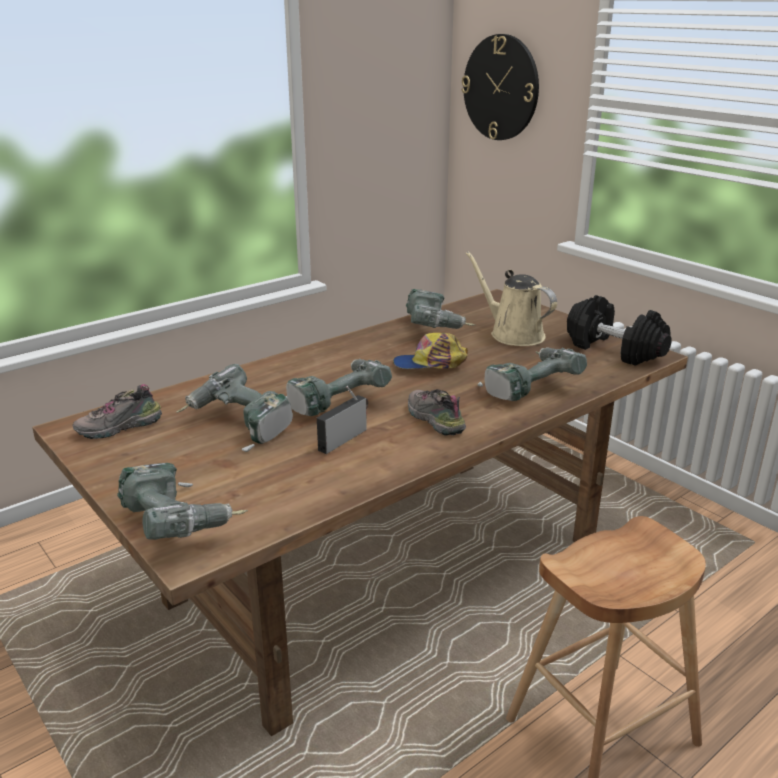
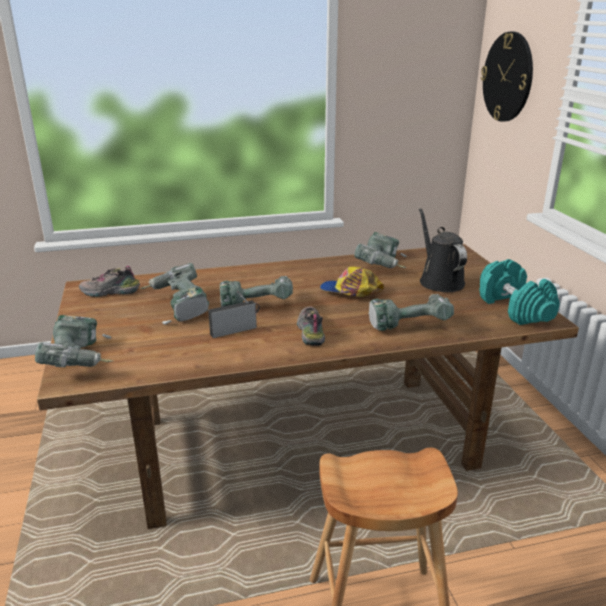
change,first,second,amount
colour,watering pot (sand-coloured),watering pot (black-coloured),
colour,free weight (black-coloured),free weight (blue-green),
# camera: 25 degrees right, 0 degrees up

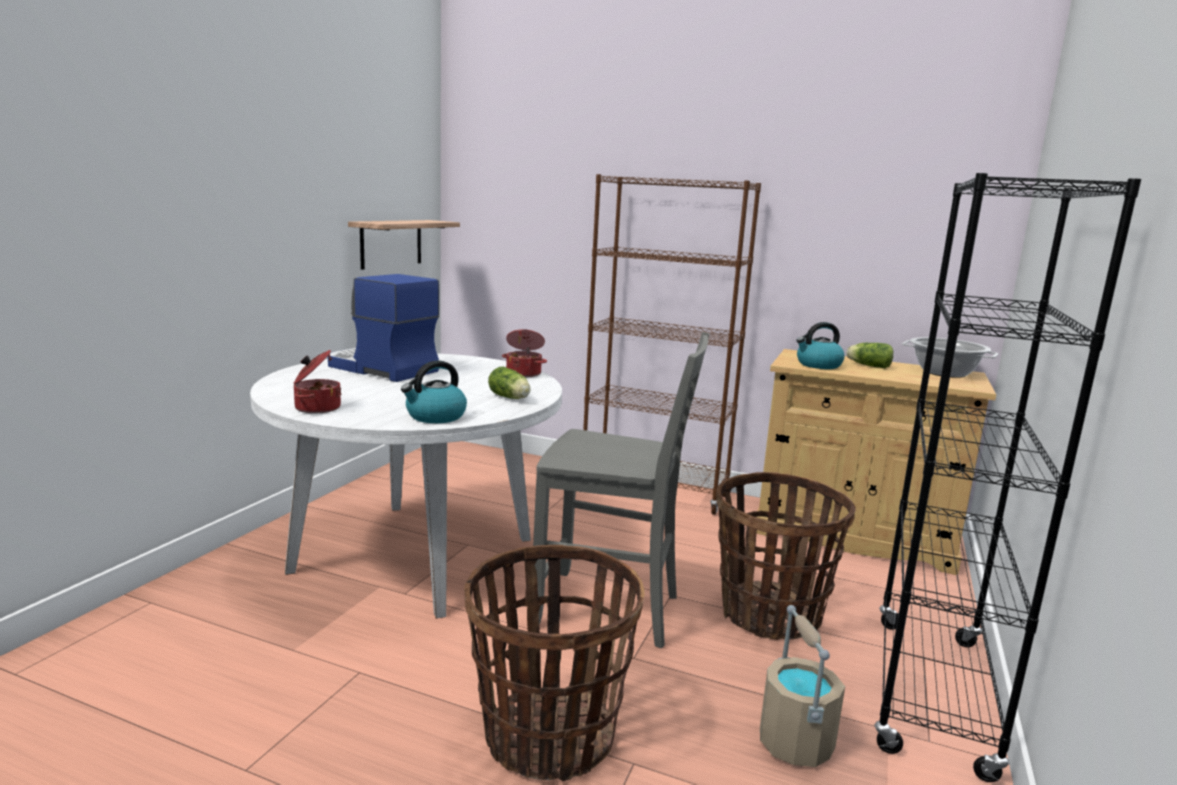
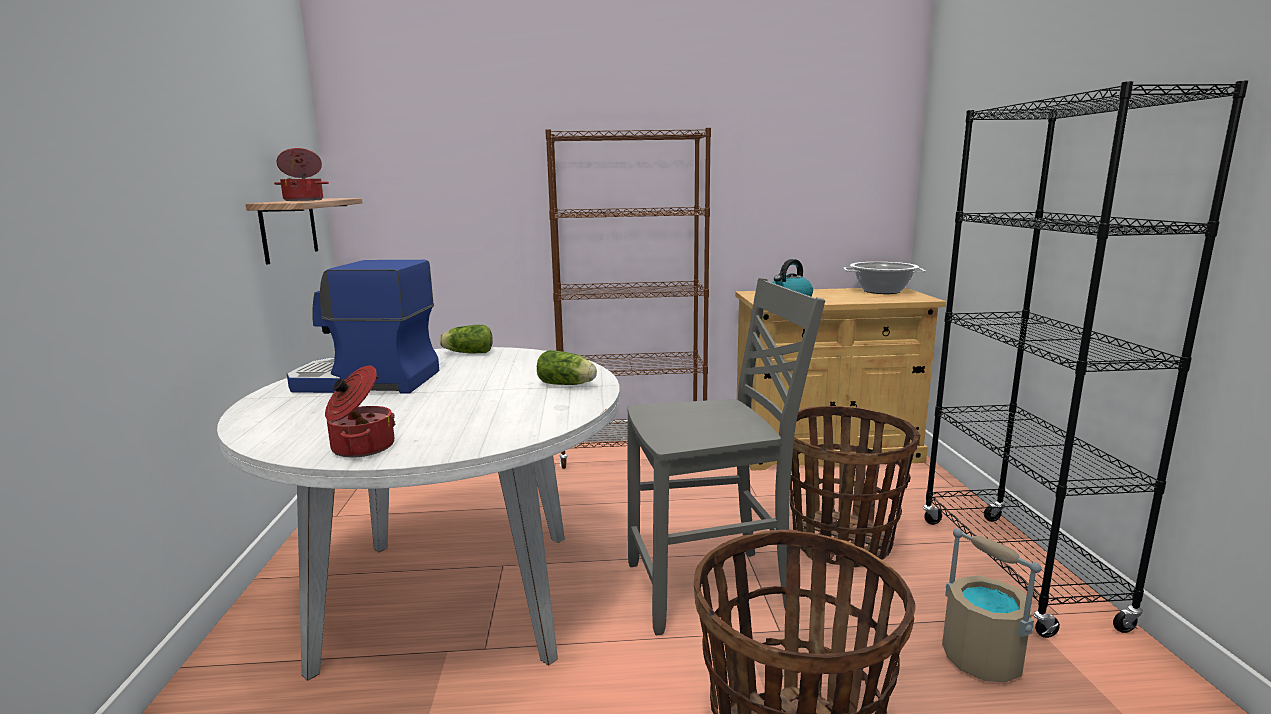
change,first,second,amount
missing,kettle (no. 1 from left),,
relocated,saucepot (no. 2 from left in the first image),saucepot (no. 1 from left),
relocated,lettuce (no. 2 from left in the first image),lettuce (no. 1 from left),
# camera: 25 degrees left, 0 degrees up

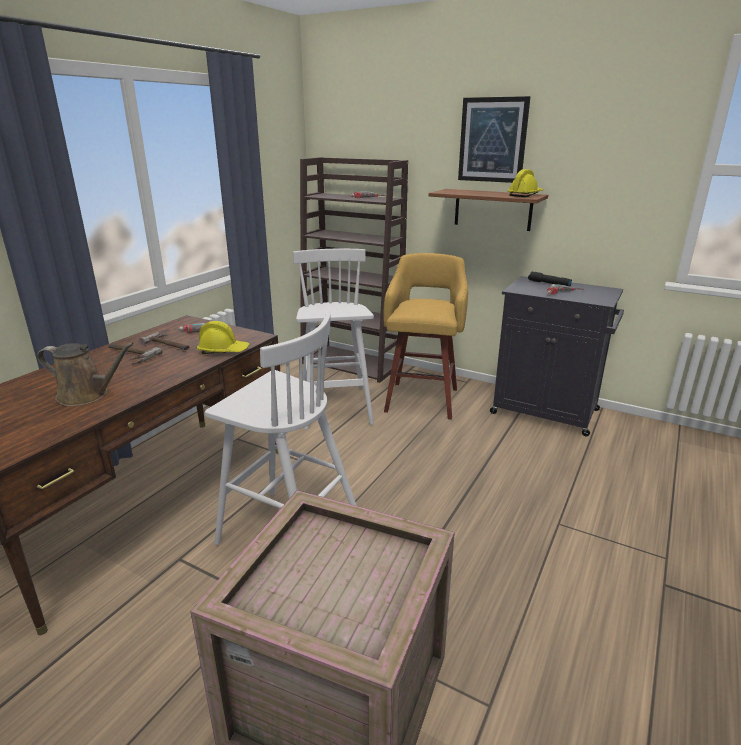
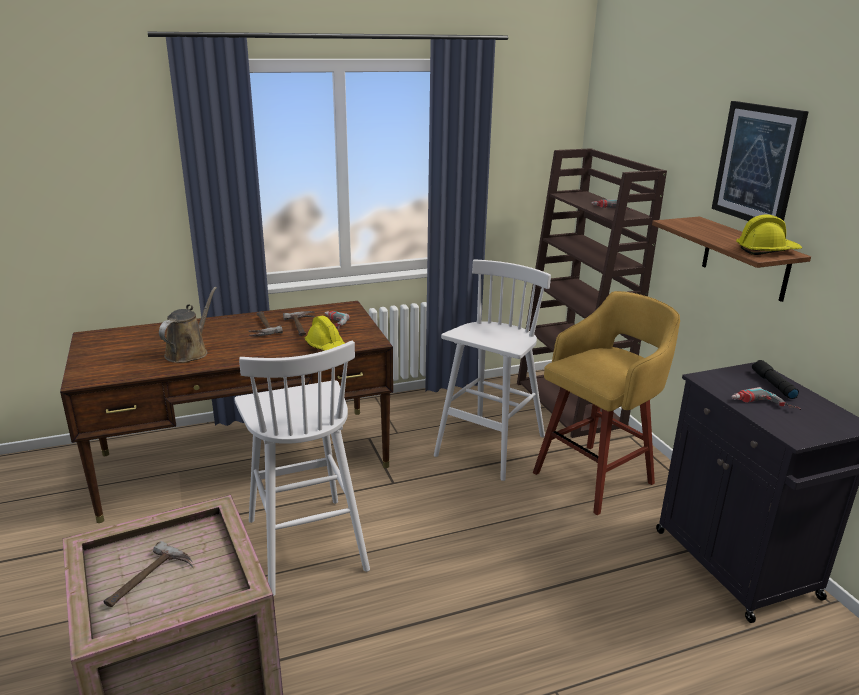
change,first,second,amount
spun,watering pot (brownish),,120 degrees counterclockwise
appeared,,hammer (no. 1 from left),
# camera: 40 degrees right, 0 degrees up

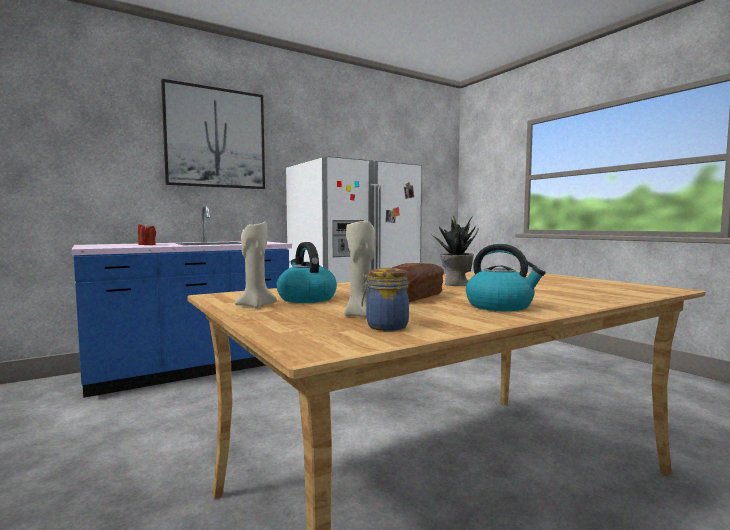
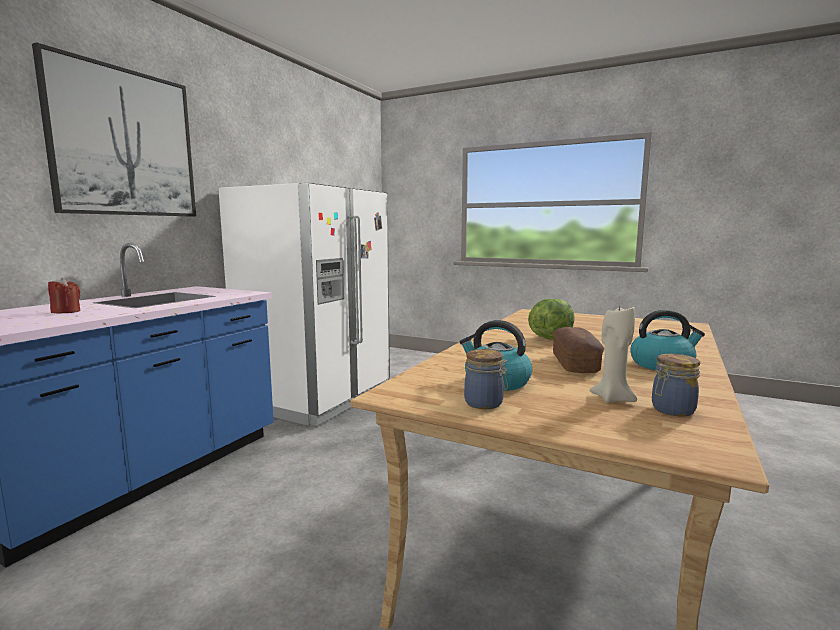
change,first,second,amount
exchanged,wax light (sand-coloured) (no. 1 from left),preserve jar (no. 1 from left),
exchanged,houseplant,lettuce,
# camera: 30 degrees left, 5 degrees up

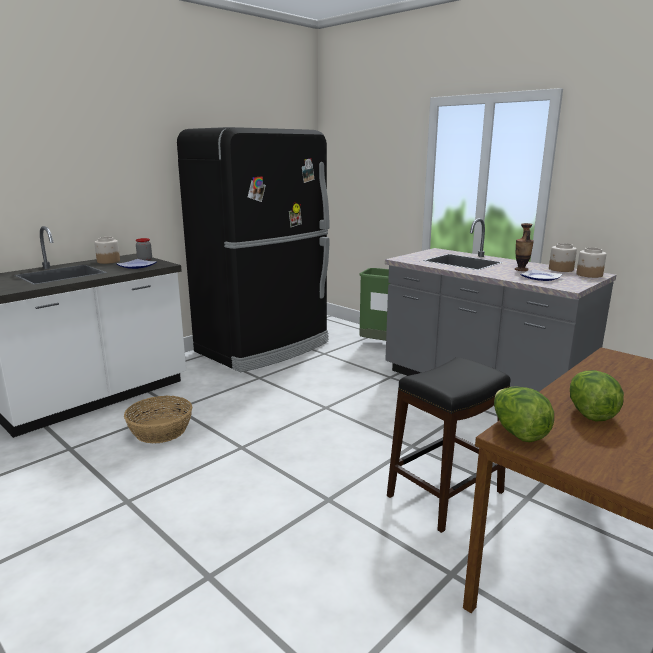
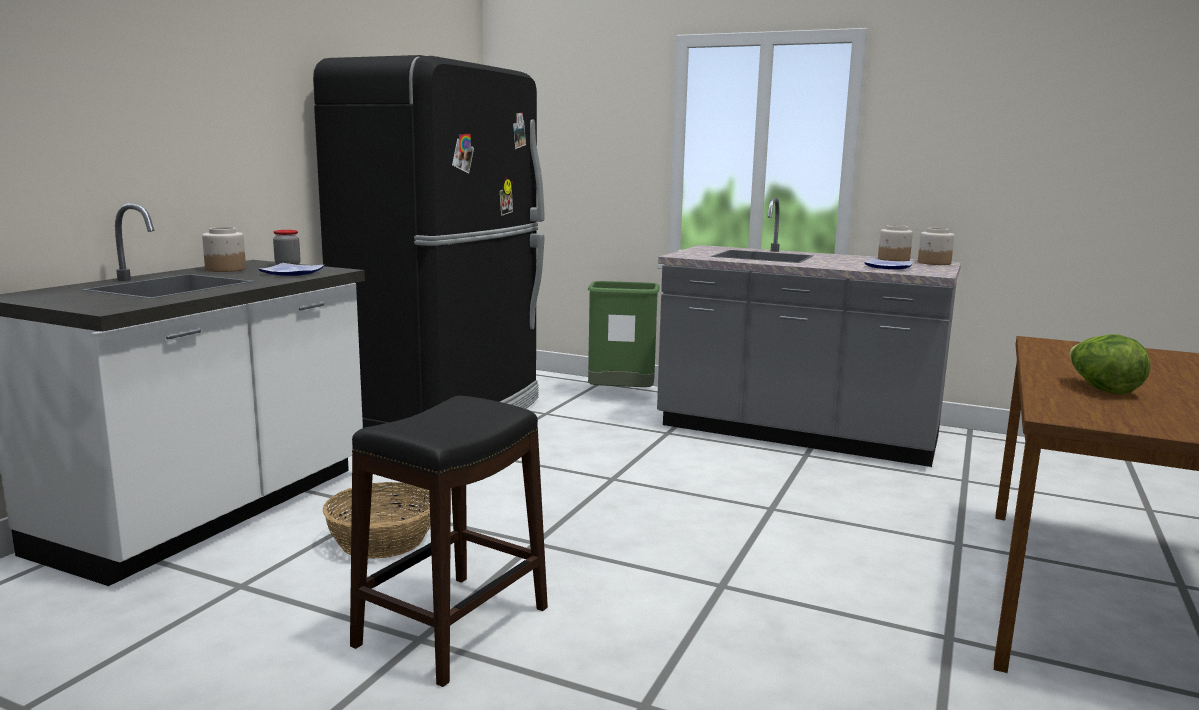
change,first,second,amount
relocated,stool (black-coloured),,
missing,lettuce (no. 1 from left),,
missing,vase,,
# camera: 20 degrees left, 5 degrees down

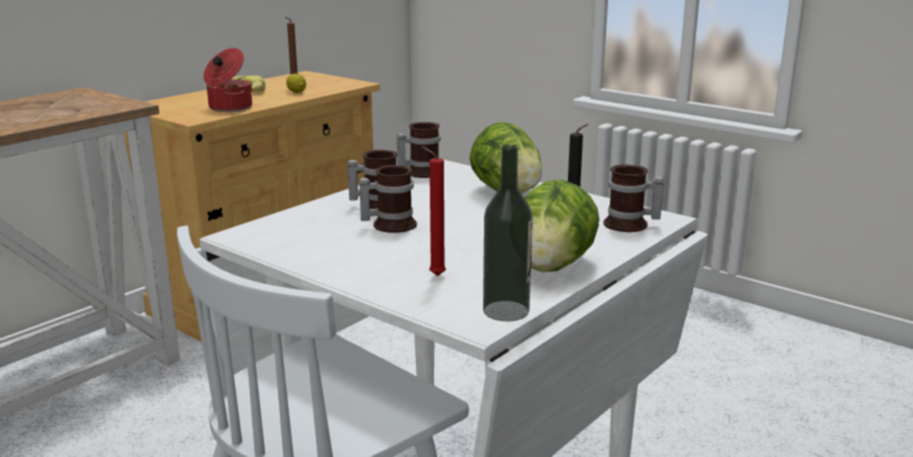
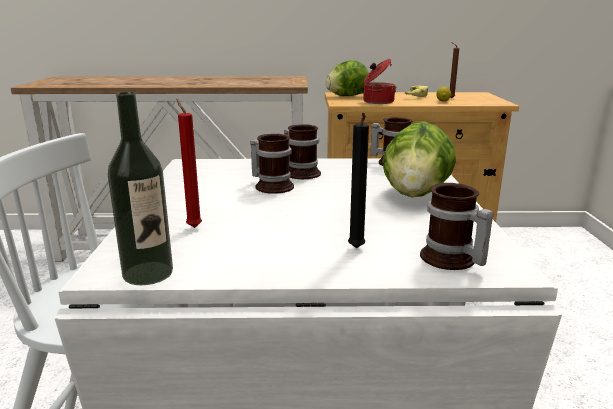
change,first,second,amount
relocated,lettuce (no. 2 from left in the first image),lettuce (no. 1 from left),
# camera: 50 degrees right, 0 degrees up

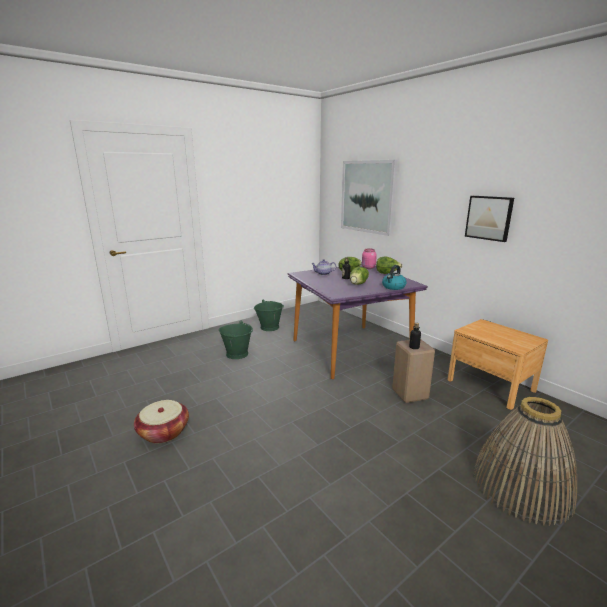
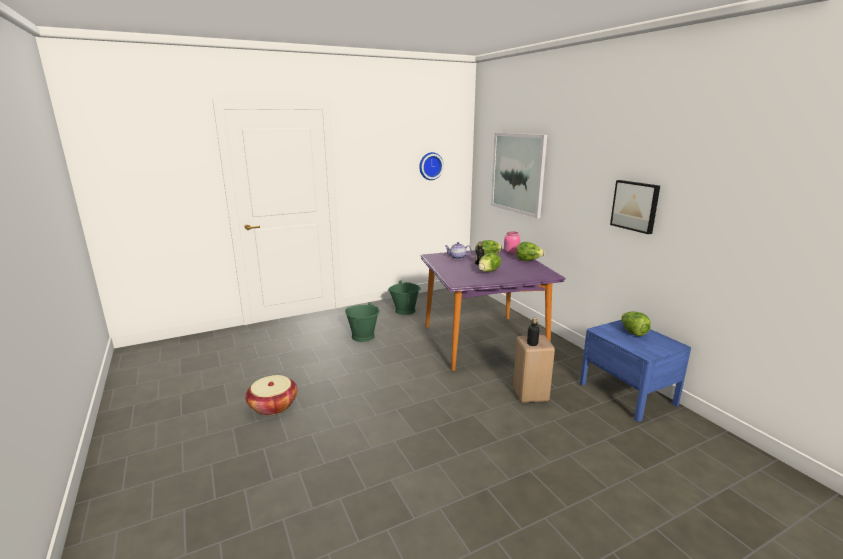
change,first,second,amount
missing,kettle,,
colour,bedside table (brownish),bedside table (bluish),
missing,storage basket (no. 2 from left),,
appeared,,hanging clock,
appeared,,lettuce (no. 4 from left),
# camera: 10 degrees right, 0 degrees up

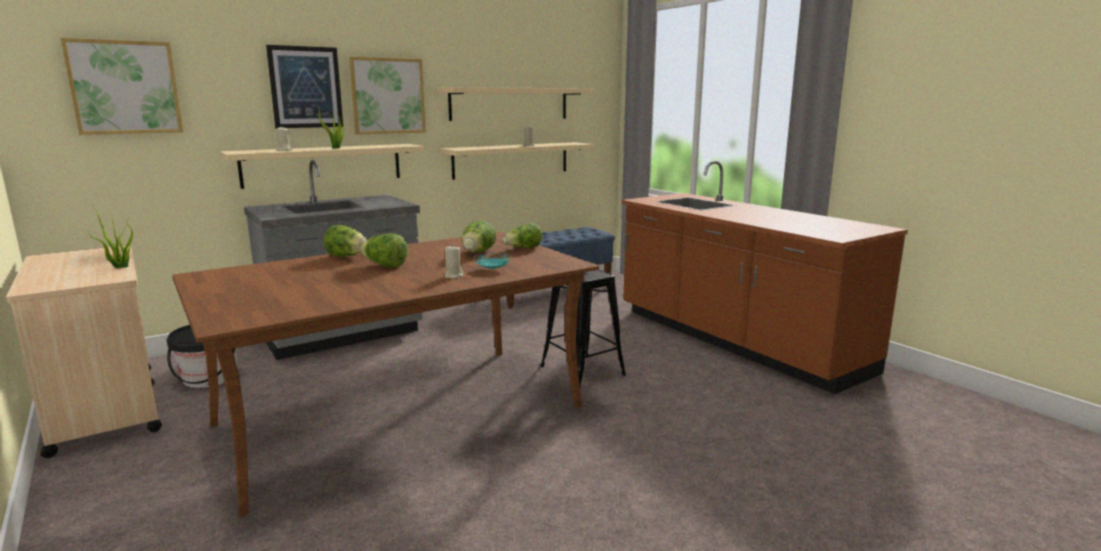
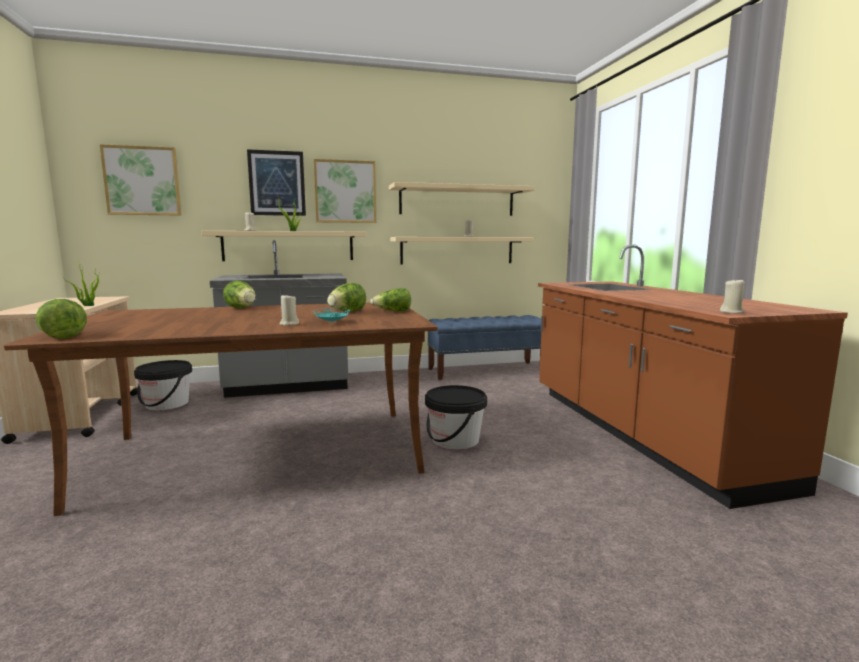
change,first,second,amount
relocated,lettuce (no. 2 from left in the first image),lettuce (no. 1 from left),
exchanged,stool (black-coloured),pail (black-coloured) (no. 2 from left),
appeared,,wax light (sand-coloured) (no. 4 from left),
# camera: 20 degrees right, 5 degrees down

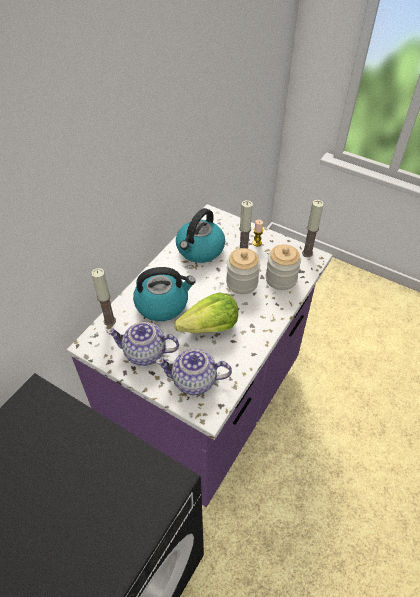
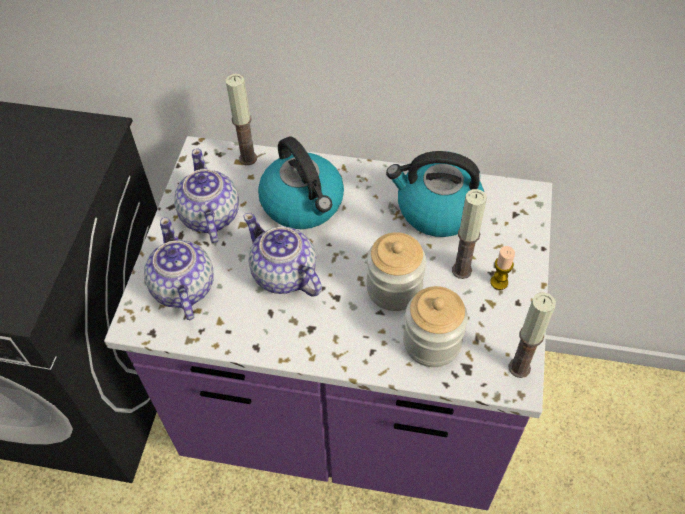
change,first,second,amount
exchanged,lettuce,teapot (no. 3 from left),
# camera: 70 degrees right, 5 degrees up

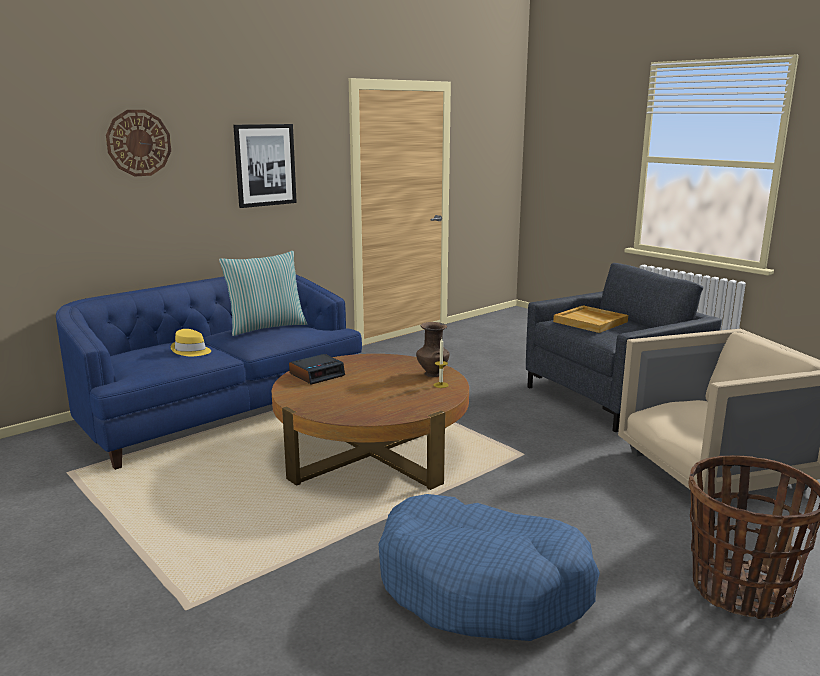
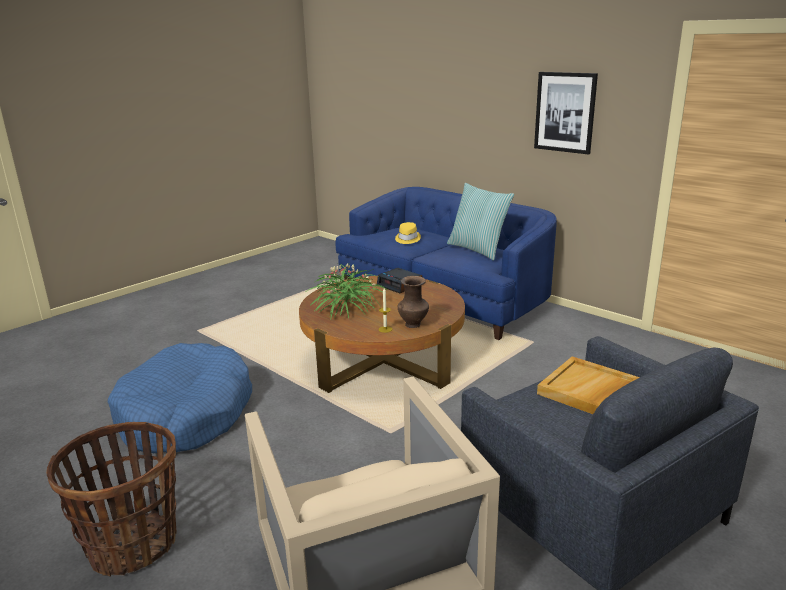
change,first,second,amount
missing,hanging clock,,
appeared,,houseplant,
# camera: 85 degrees right, 5 degrees up

